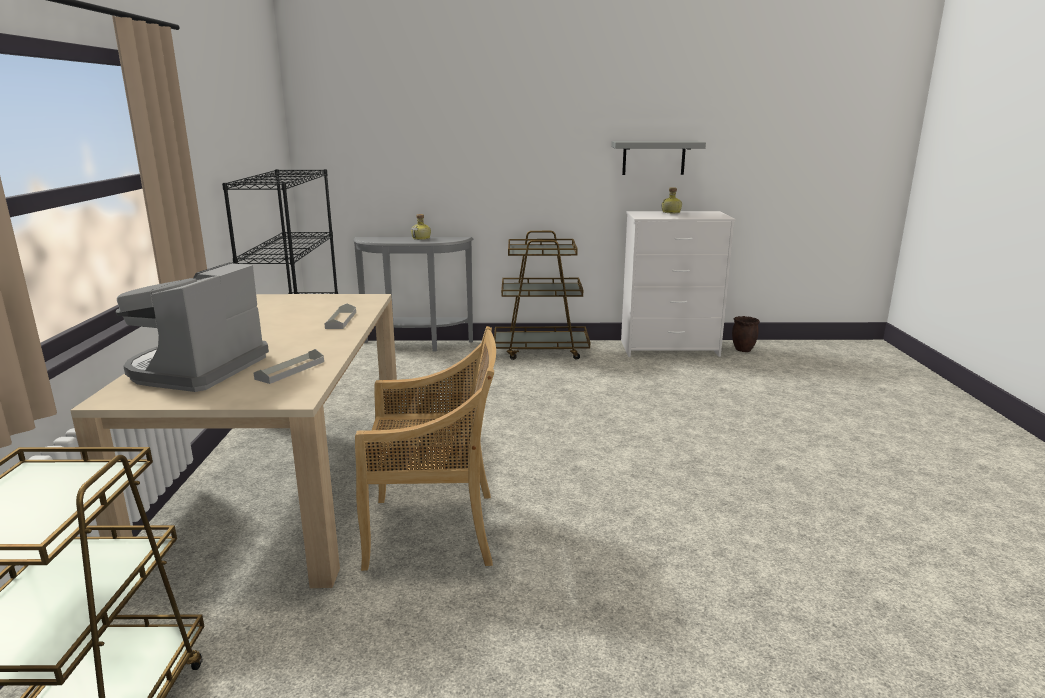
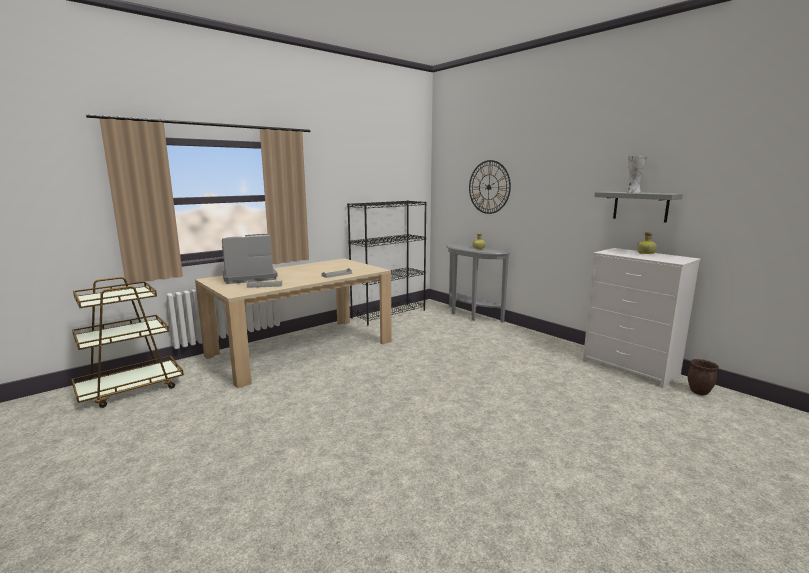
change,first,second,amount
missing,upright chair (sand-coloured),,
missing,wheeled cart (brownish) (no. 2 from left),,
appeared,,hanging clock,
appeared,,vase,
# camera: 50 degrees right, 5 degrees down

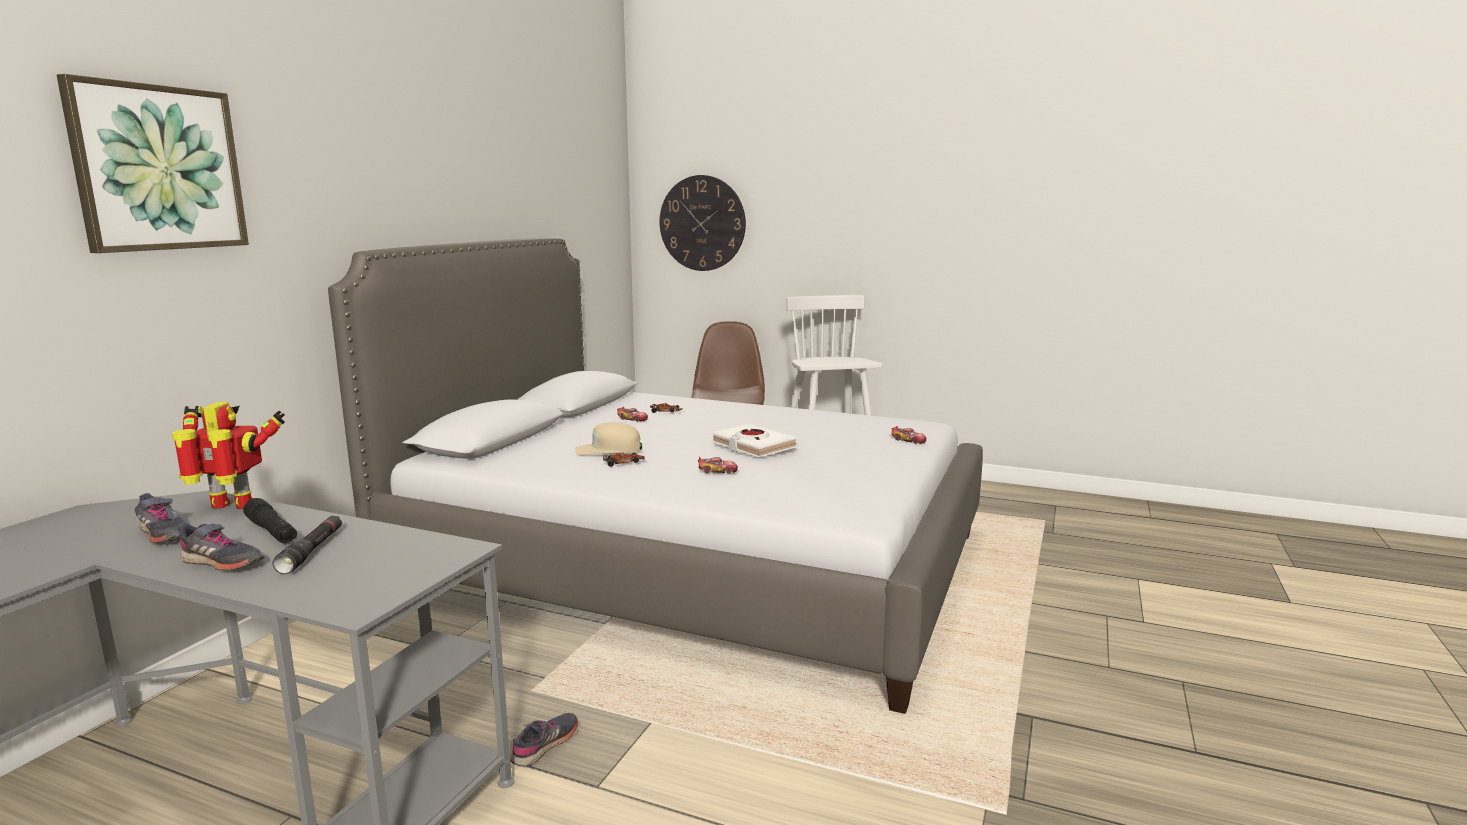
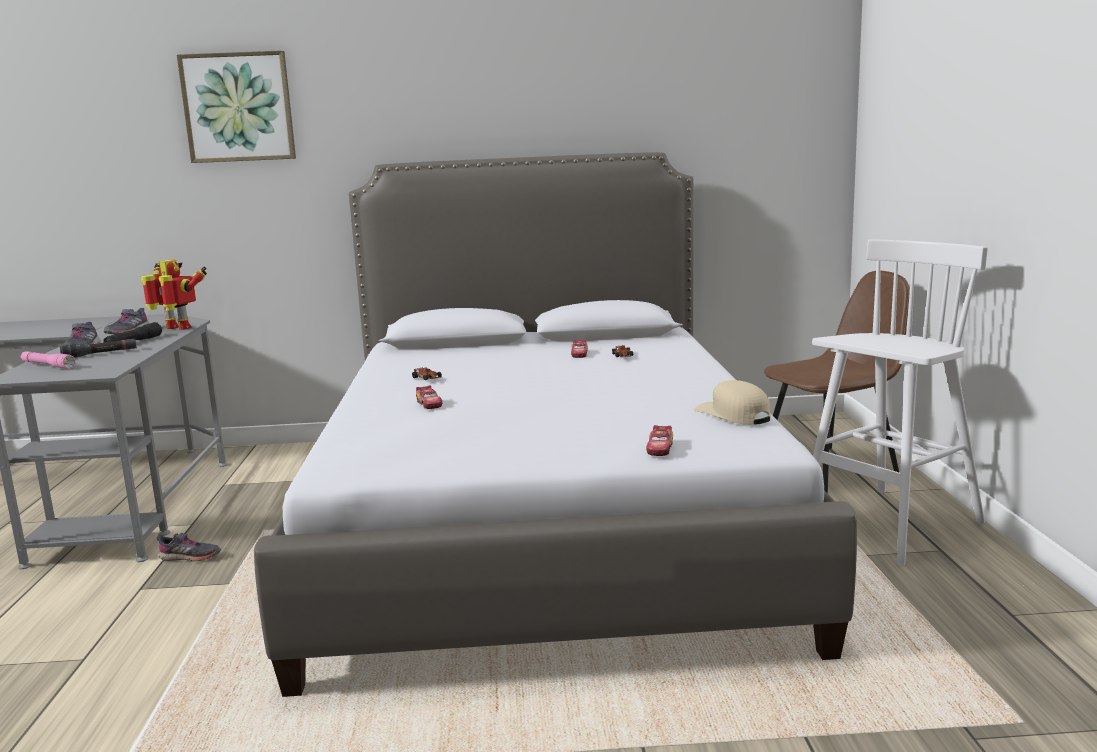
change,first,second,amount
spun,toy robot,,45 degrees counterclockwise
relocated,cap (sand-coloured),,
missing,hanging clock,,
missing,volume (white-coloured),,
appeared,,flashlight (pinkish),
# camera: 65 degrees right, 0 degrees up

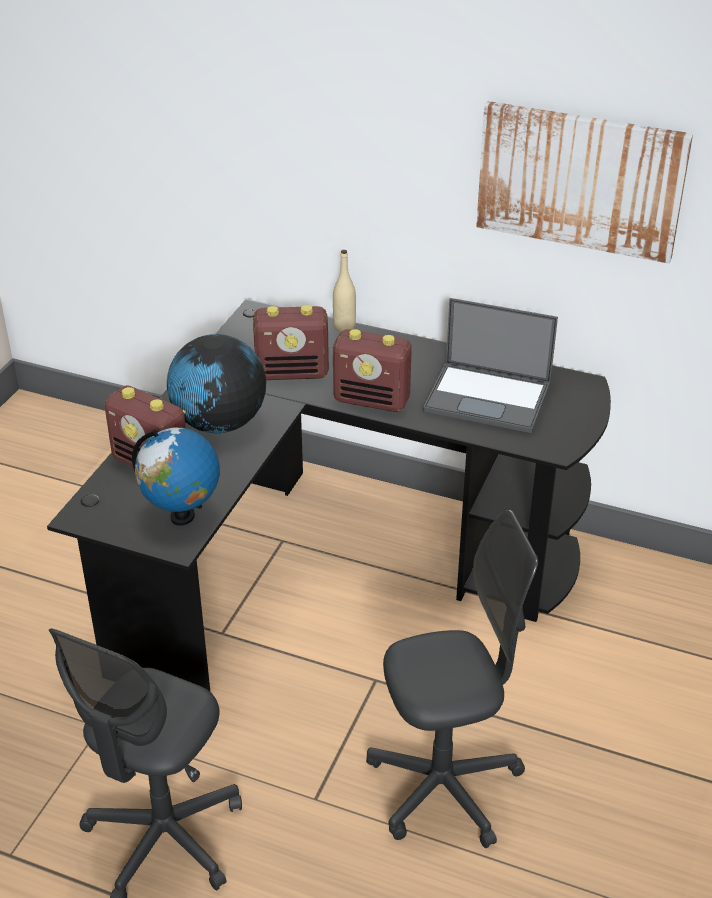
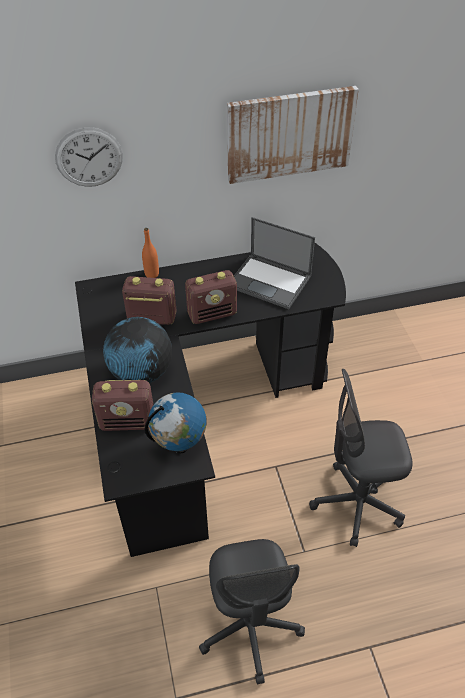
change,first,second,amount
spun,radio set (no. 2 from left),,135 degrees counterclockwise
colour,beverage bottle (sand-coloured),beverage bottle (orange),
spun,office chair (greyish) (no. 2 from left),,135 degrees counterclockwise
spun,notebook computer,,45 degrees clockwise
appeared,,hanging clock,
# camera: 35 degrees left, 10 degrees up

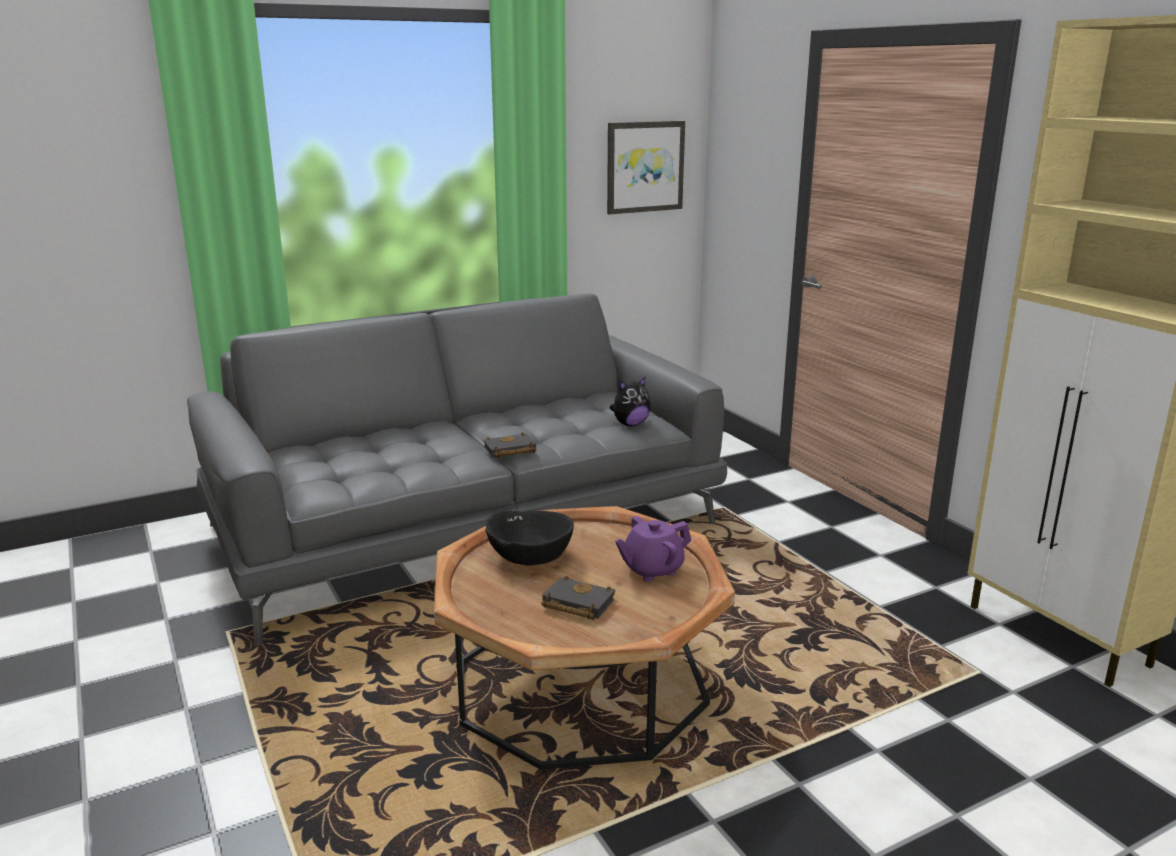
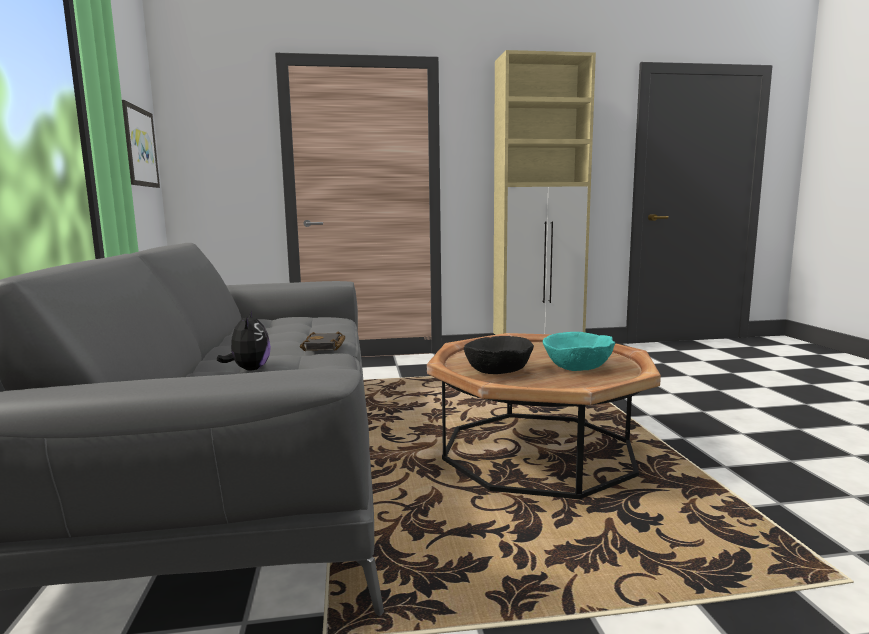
change,first,second,amount
exchanged,volume (black-coloured) (no. 2 from left),bowl (blue-green),
relocated,soft toy,,
missing,teapot (purple),,
# camera: 70 degrees left, 10 degrees down

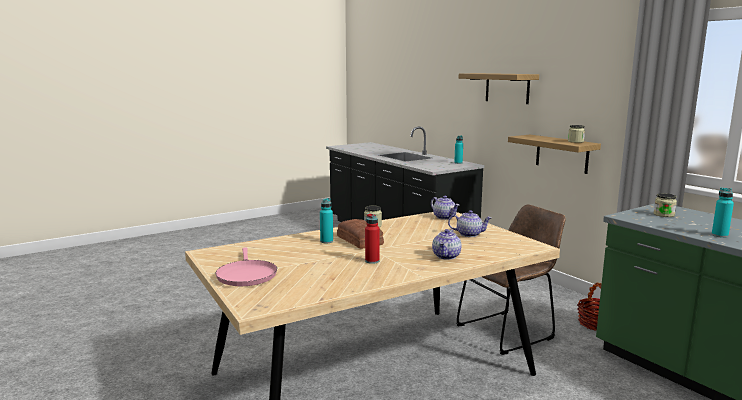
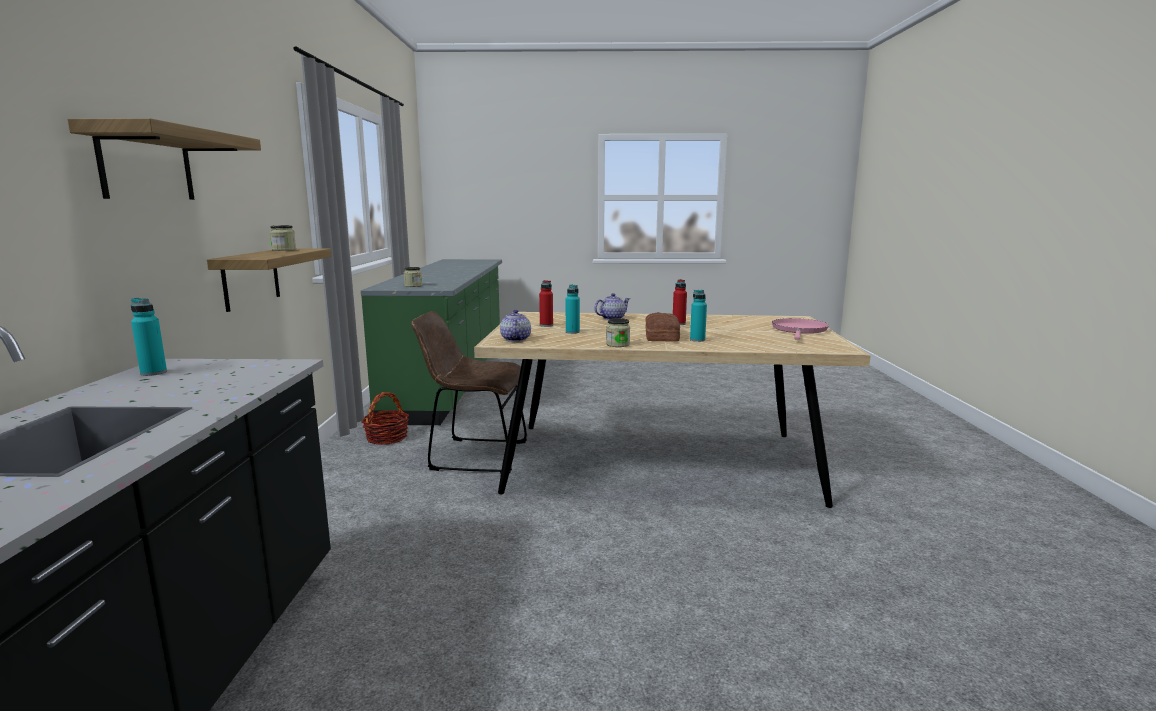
change,first,second,amount
exchanged,teapot (no. 3 from left),beverage bottle (red-coloured) (no. 1 from left),
relocated,beverage bottle (blue-green) (no. 3 from left in the first image),beverage bottle (blue-green) (no. 2 from left),
# camera: 145 degrees left, 0 degrees up

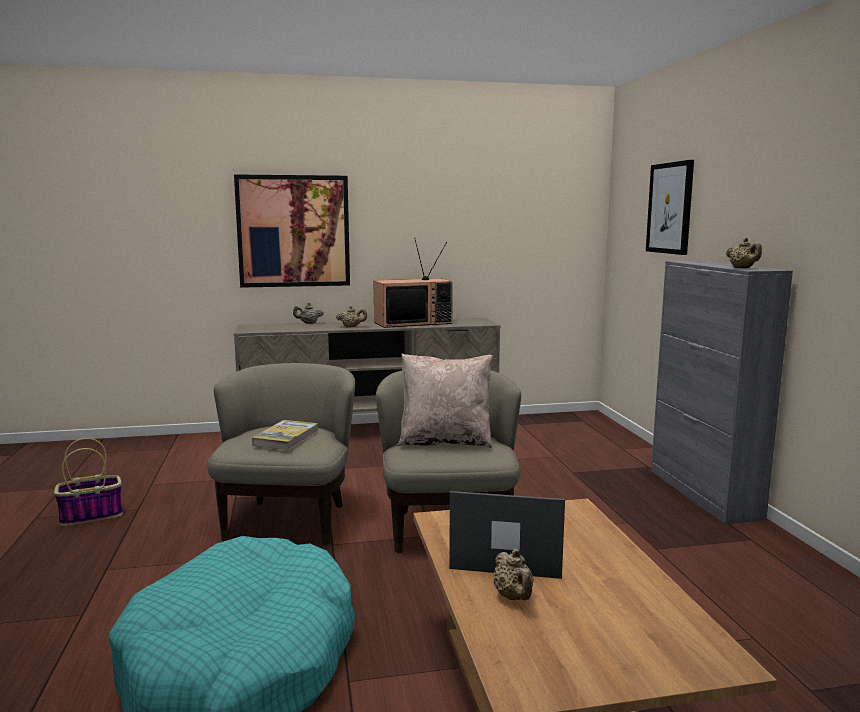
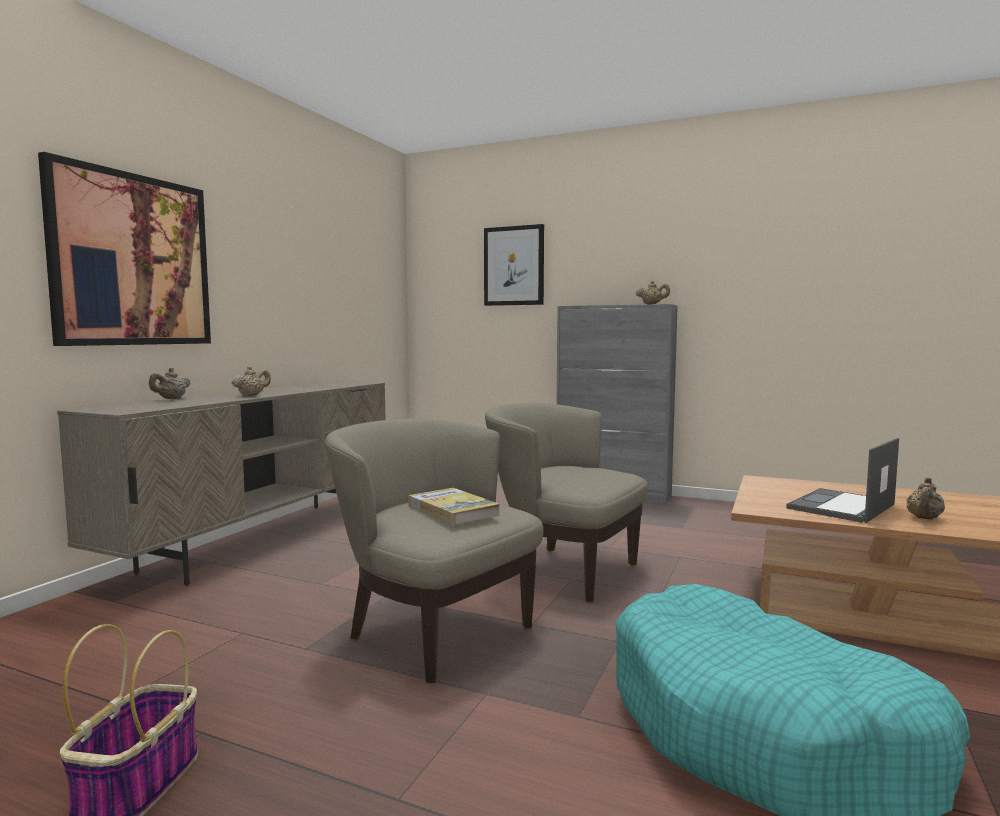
change,first,second,amount
missing,television,,
missing,pillow (sand-coloured),,
spun,teapot (sand-coloured) (no. 3 from left in the first image),teapot (sand-coloured) (no. 4 from left),105 degrees clockwise
# camera: 55 degrees left, 5 degrees down

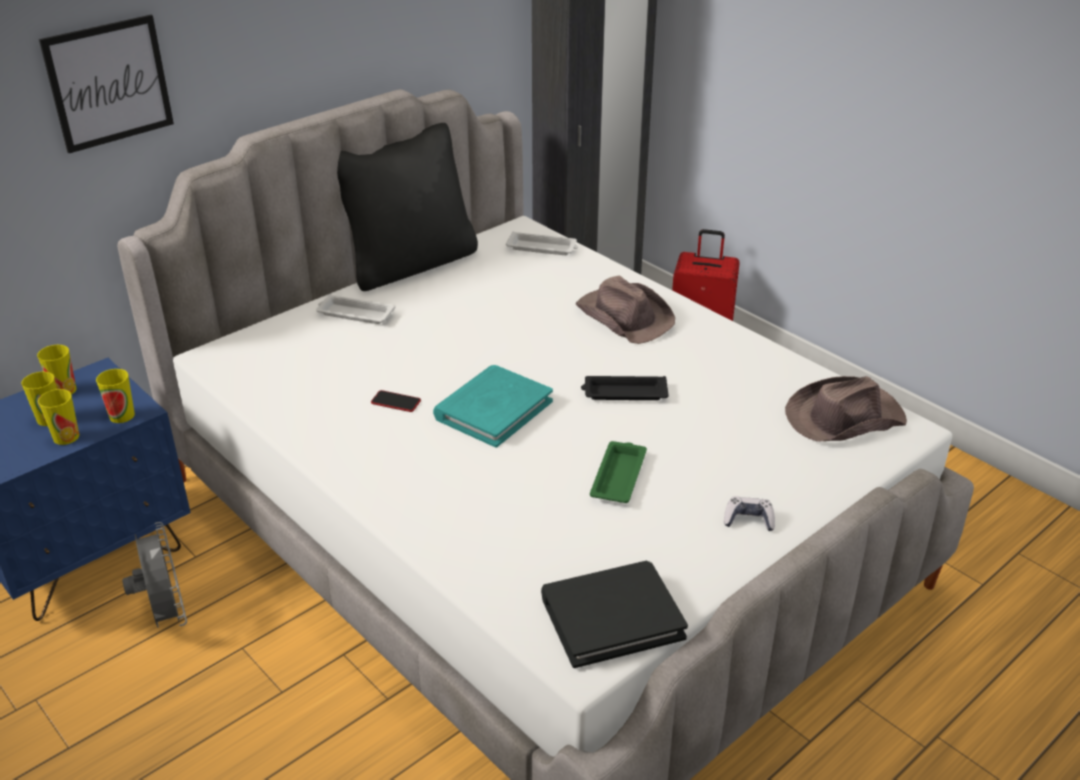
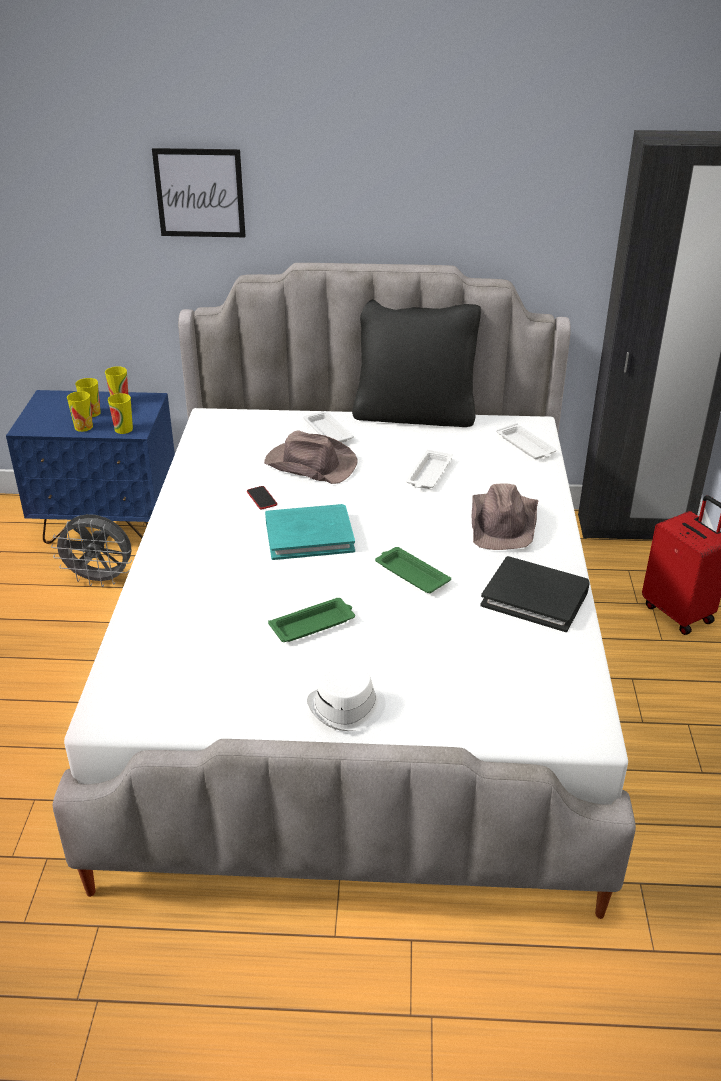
change,first,second,amount
spun,fan (greyish),,75 degrees clockwise
relocated,volume (black-coloured),,
colour,carrying tray (black-coloured),carrying tray (green) (no. 2 from left),
exchanged,gamepad,wearable hat (white-coloured),
relocated,wearable hat (brownish) (no. 2 from left in the first image),wearable hat (brownish) (no. 1 from left),
appeared,,carrying tray (white-coloured) (no. 2 from left),
# camera: 45 degrees right, 0 degrees up

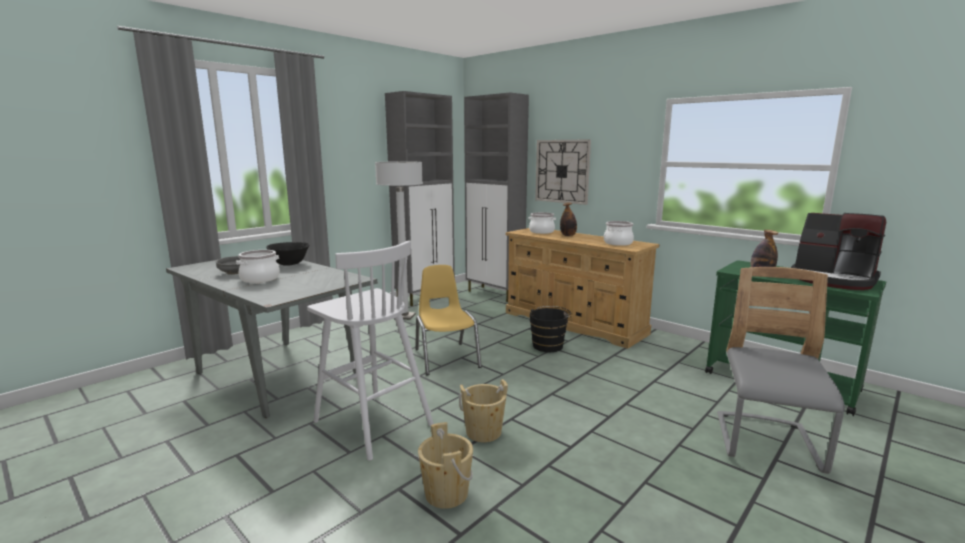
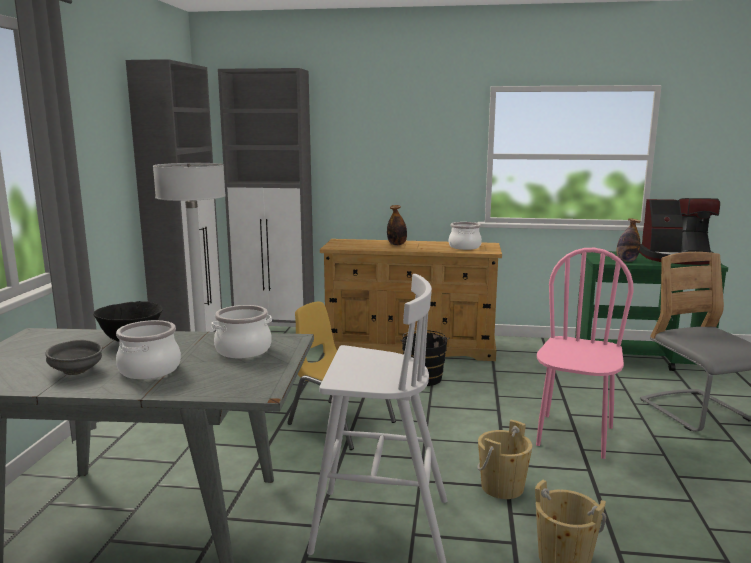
change,first,second,amount
relocated,saucepot (no. 2 from left),,
missing,hanging clock,,
appeared,,upright chair (pinkish),
# camera: 35 degrees left, 0 degrees up

